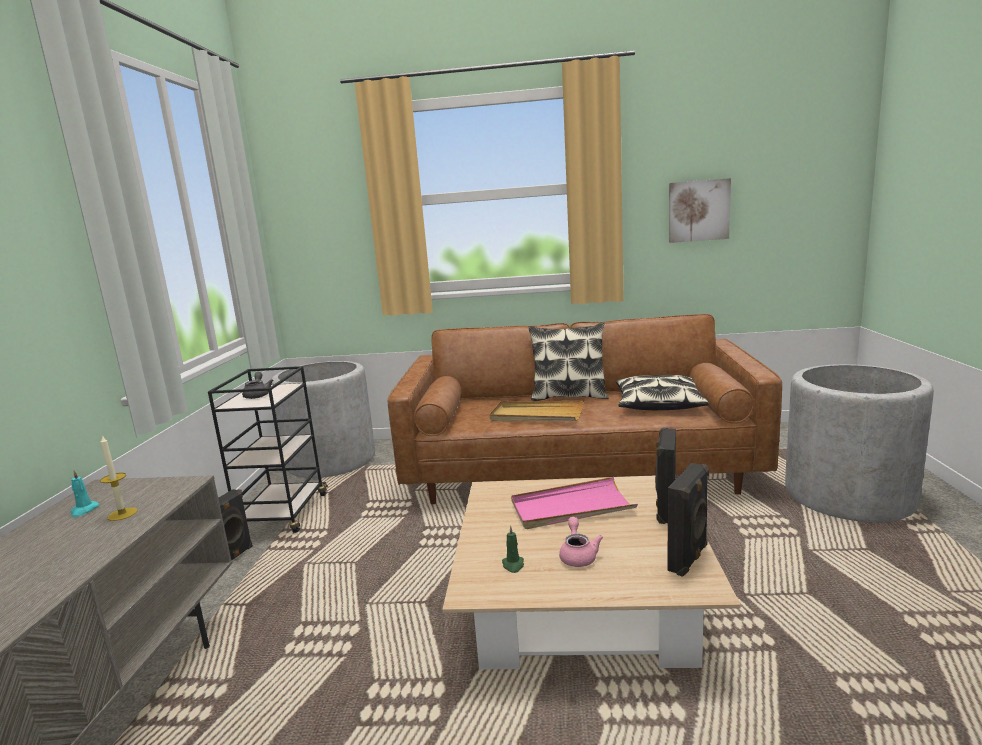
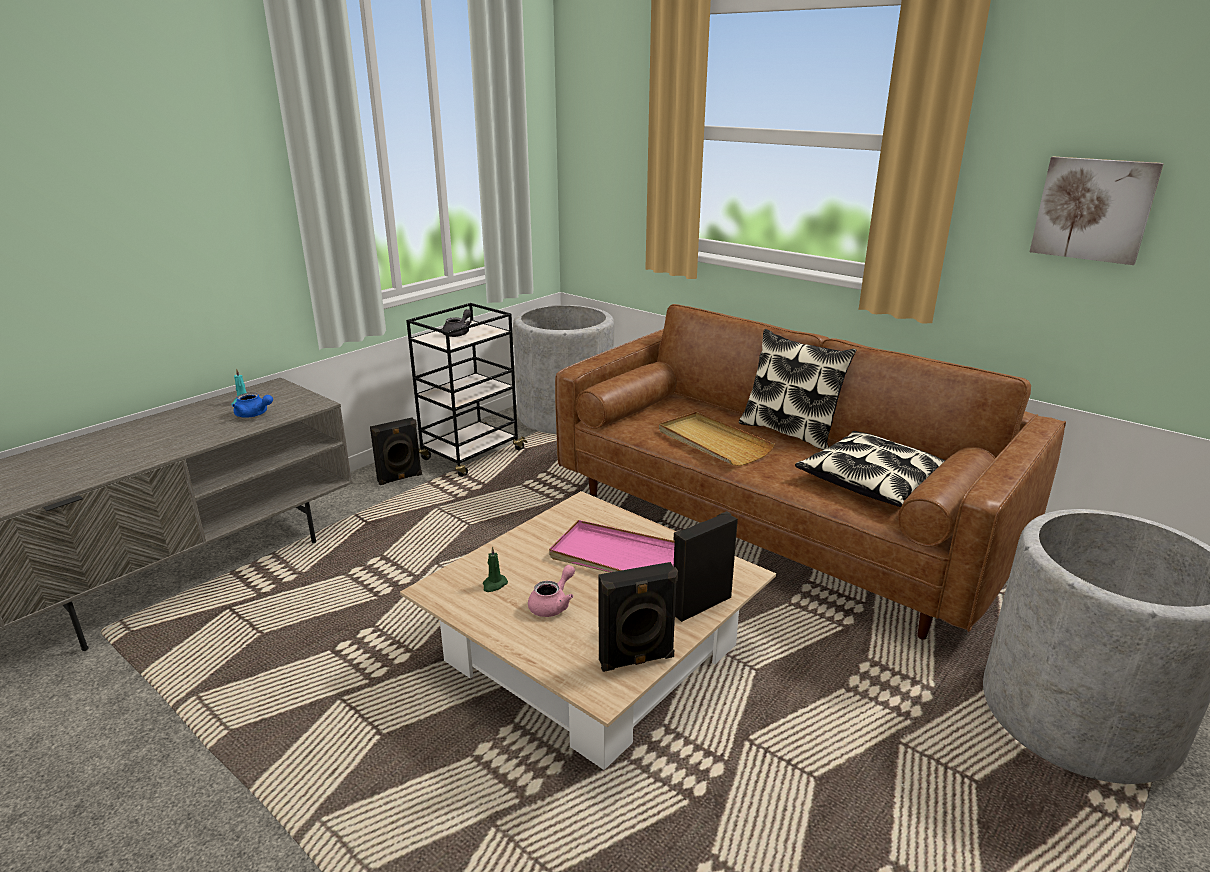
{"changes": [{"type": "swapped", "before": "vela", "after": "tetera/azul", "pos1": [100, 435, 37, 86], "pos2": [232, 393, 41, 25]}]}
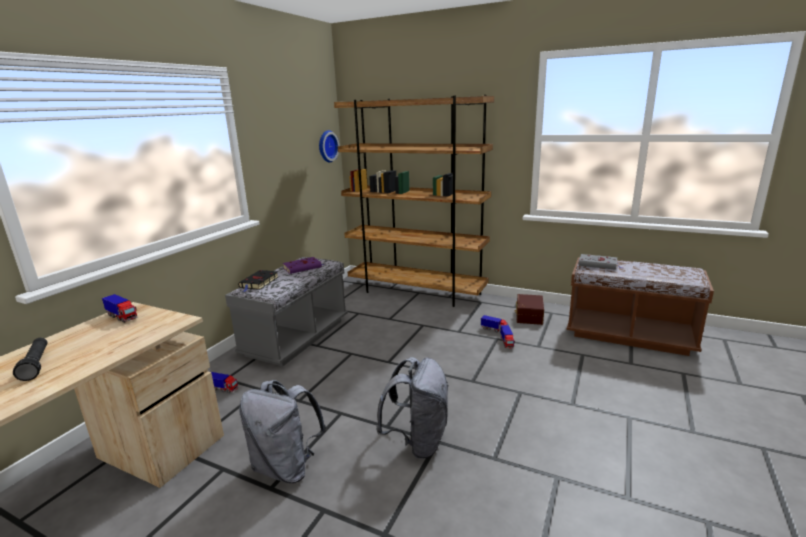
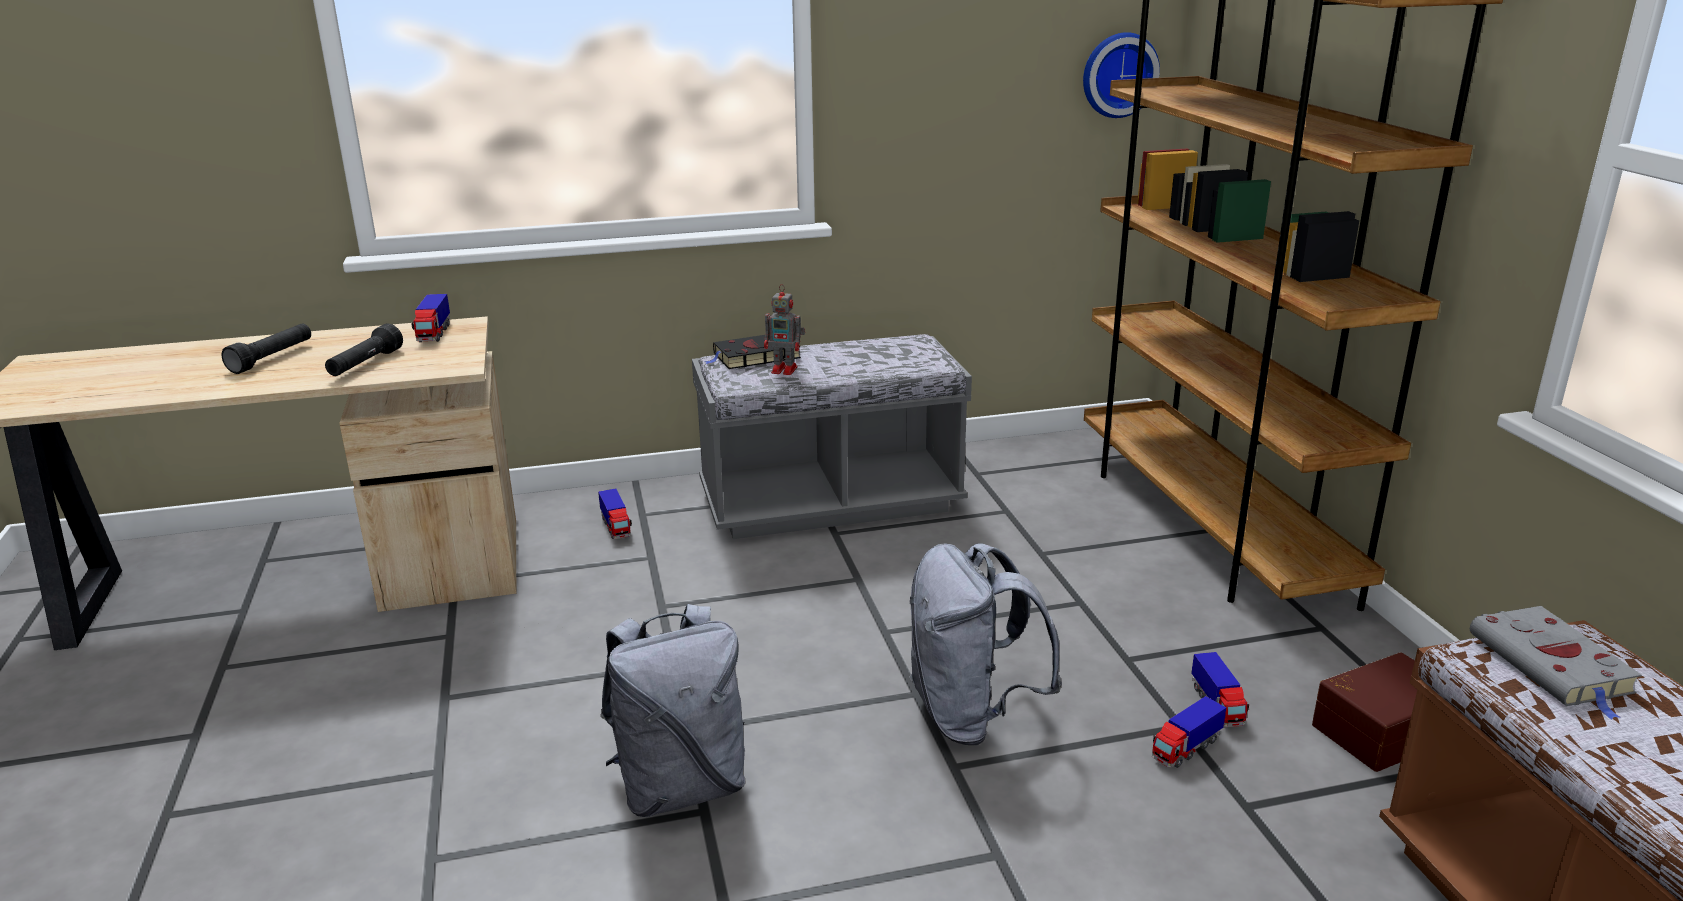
{"changes": [{"type": "gone", "before": "libro/morado", "pos1": [283, 257, 42, 17]}, {"type": "shifted", "before": "mochila/gris", "pos1": [239, 380, 88, 103], "pos2": [909, 543, 153, 202]}, {"type": "new", "after": "robot de juguete", "pos2": [764, 284, 41, 91]}, {"type": "new", "after": "linterna/negro", "pos2": [325, 324, 78, 52]}]}
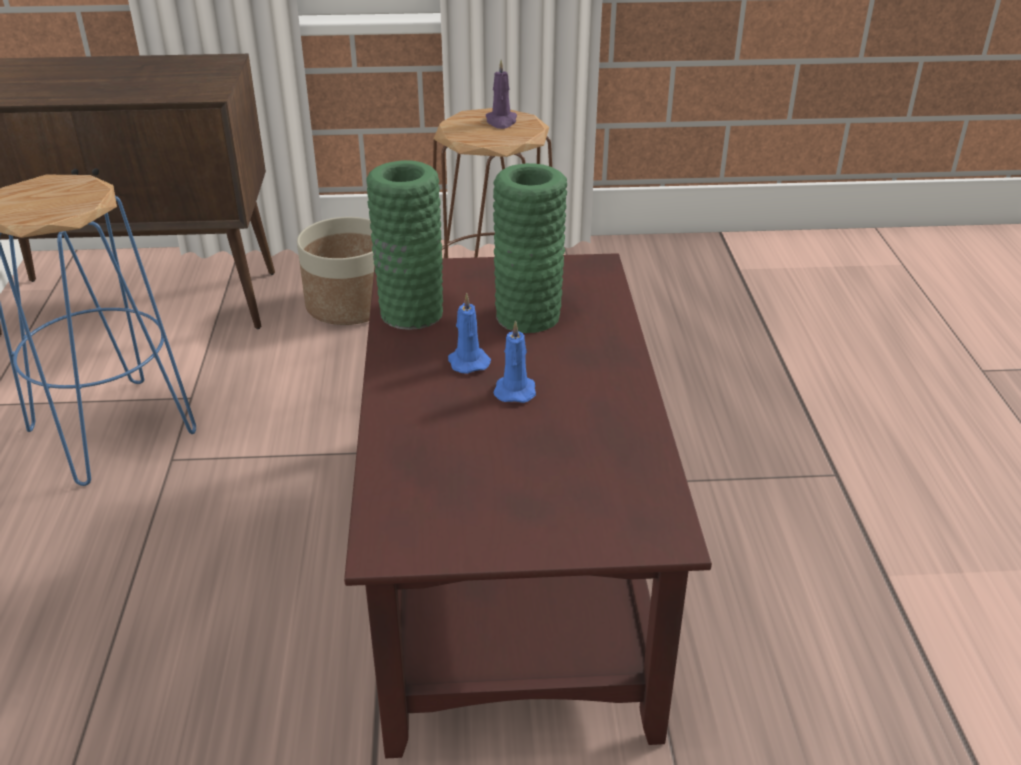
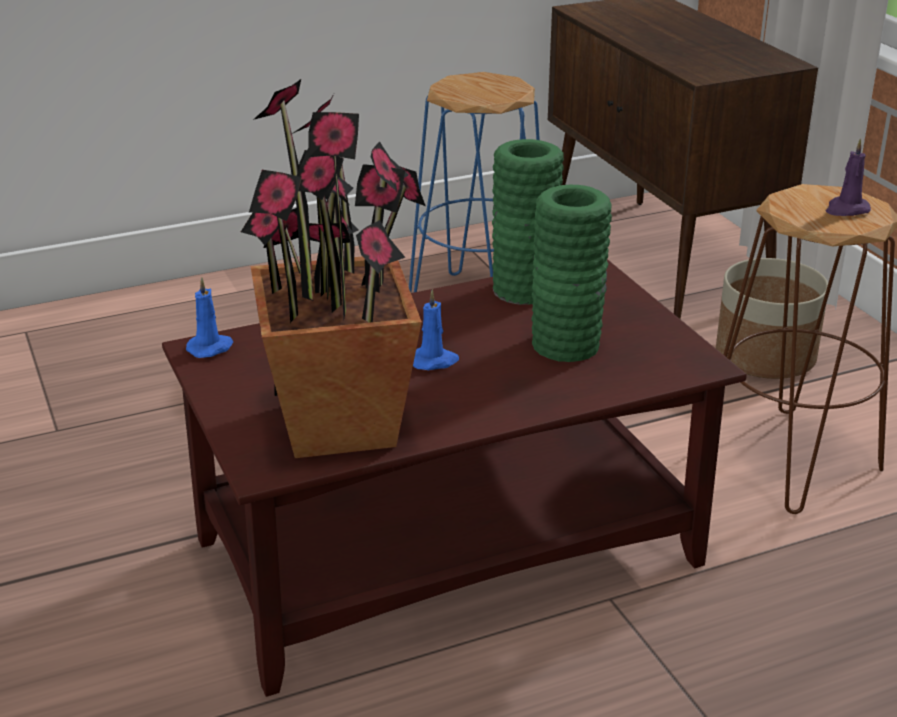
{"changes": [{"type": "shifted", "before": "vela/azul", "pos1": [448, 293, 43, 81], "pos2": [186, 277, 47, 81]}, {"type": "new", "after": "planta en maceta", "pos2": [241, 79, 184, 379]}]}
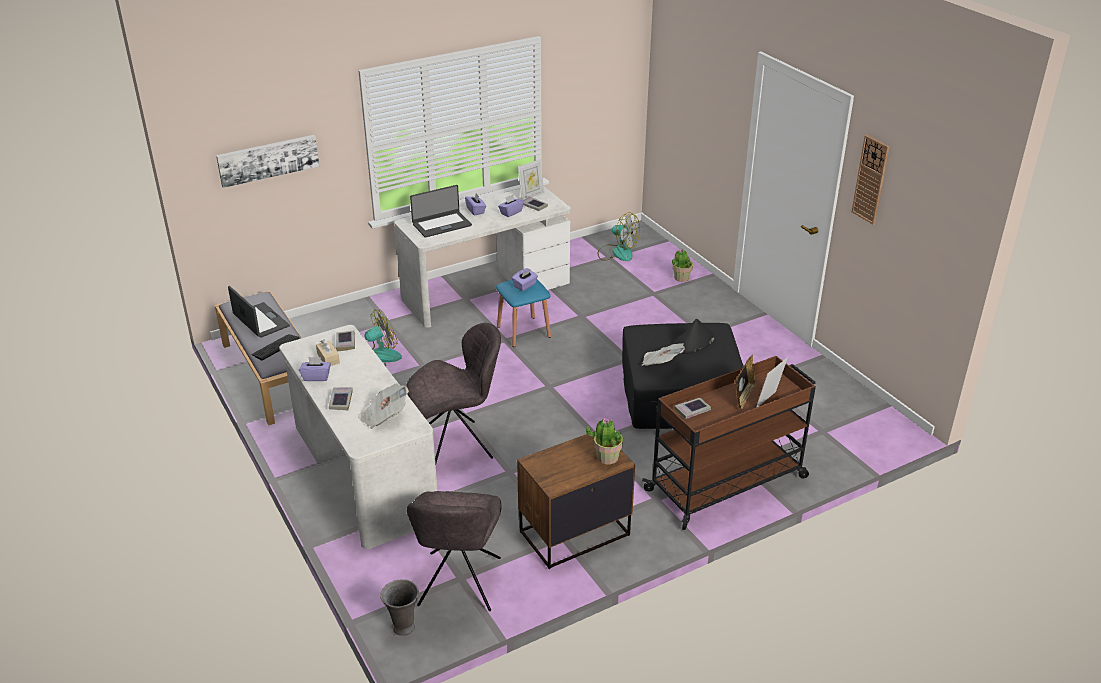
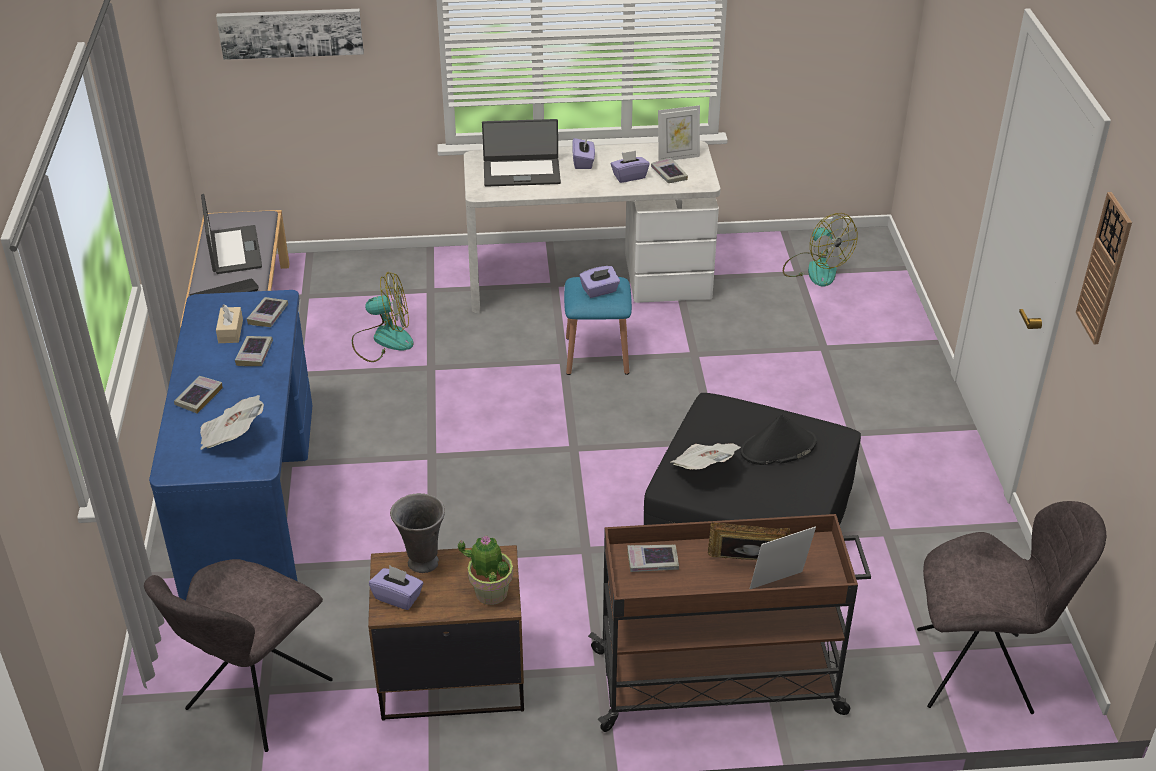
{"changes": [{"type": "gone", "before": "planta en maceta", "pos1": [672, 249, 21, 33]}, {"type": "shifted", "before": "silla/gris", "pos1": [406, 323, 95, 141], "pos2": [917, 501, 189, 213]}, {"type": "repainted", "before": "escritorio/blanco", "after": "escritorio/azul", "pos1": [279, 325, 159, 224], "pos2": [149, 290, 163, 310]}, {"type": "rotated", "before": "portarretratos", "pos1": [735, 355, 22, 55], "pos2": [708, 522, 83, 38], "turn": -135}, {"type": "shifted", "before": "caja de pañuelos/morado", "pos1": [299, 357, 32, 24], "pos2": [369, 565, 54, 45]}, {"type": "shifted", "before": "florero/gris", "pos1": [380, 579, 39, 57], "pos2": [390, 493, 55, 80]}, {"type": "new", "after": "libro", "pos2": [235, 336, 38, 30]}]}
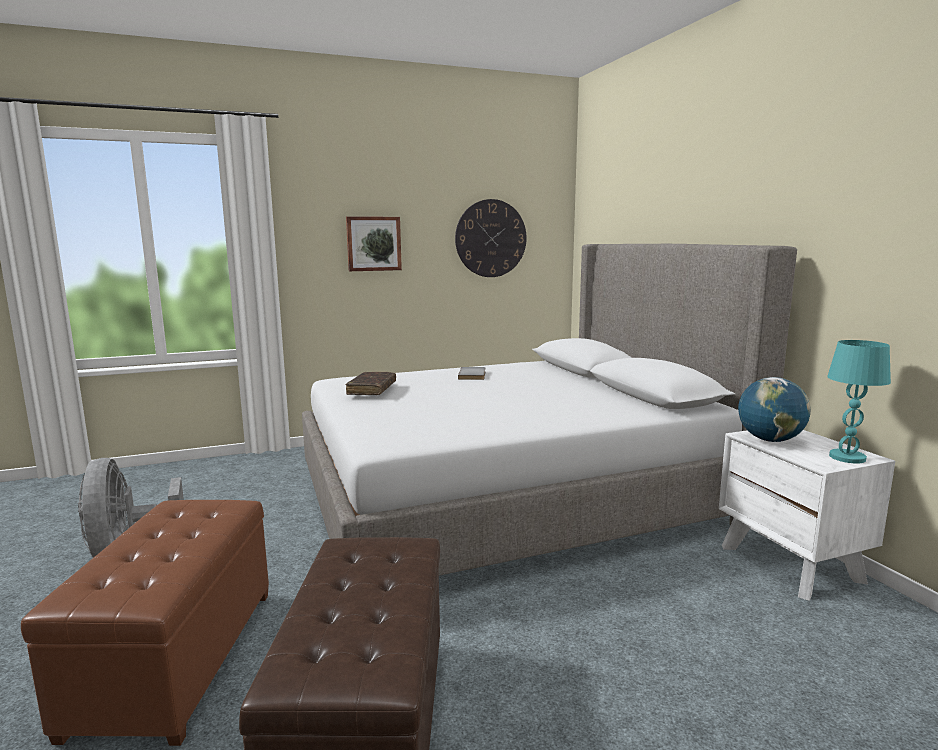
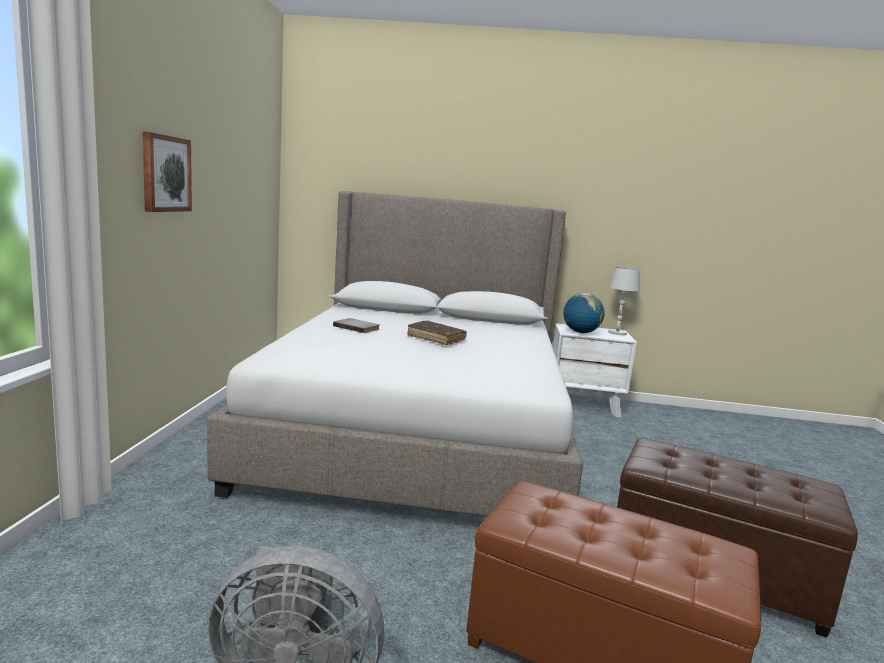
{"changes": [{"type": "gone", "before": "reloj de pared", "pos1": [455, 199, 72, 78]}, {"type": "repainted", "before": "lámpara de mesa/turquesa", "after": "lámpara de mesa/blanco", "pos1": [827, 340, 64, 124], "pos2": [609, 267, 31, 68]}, {"type": "shifted", "before": "libro/marrón", "pos1": [346, 372, 50, 23], "pos2": [407, 321, 60, 24]}]}
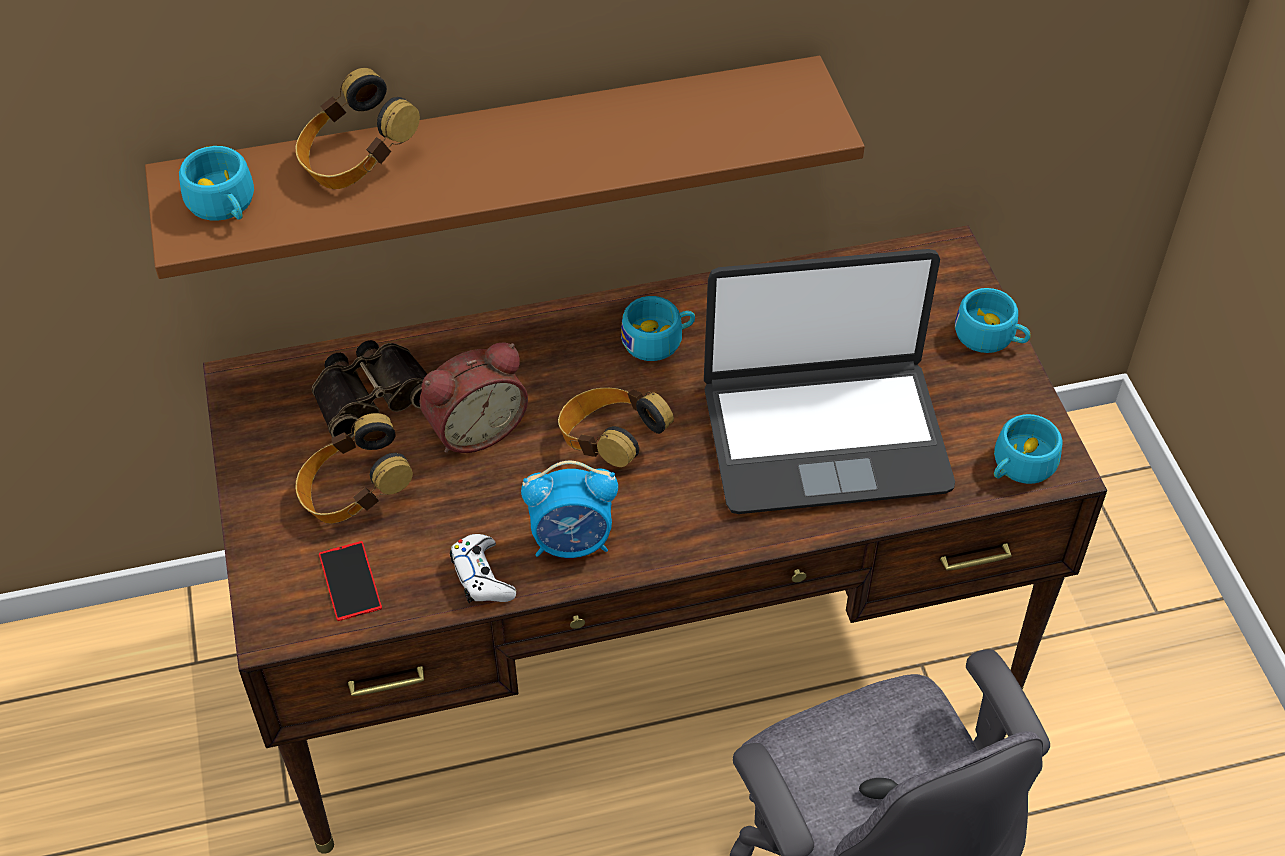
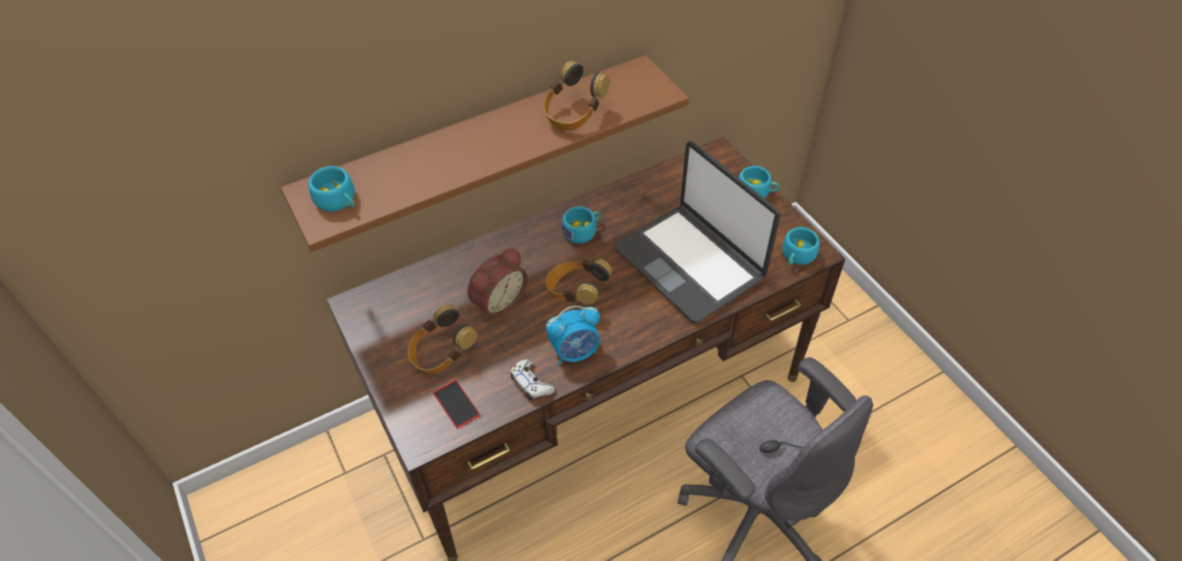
{"changes": [{"type": "shifted", "before": "auriculares", "pos1": [295, 68, 125, 121], "pos2": [543, 61, 67, 70]}, {"type": "rotated", "before": "portátil", "pos1": [704, 249, 251, 265], "pos2": [614, 141, 167, 182], "turn": 75}, {"type": "gone", "before": "prismáticos", "pos1": [311, 340, 116, 98]}]}
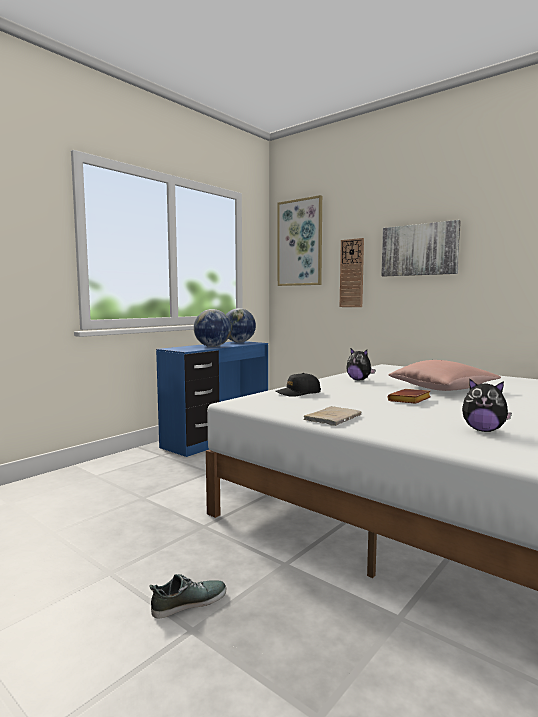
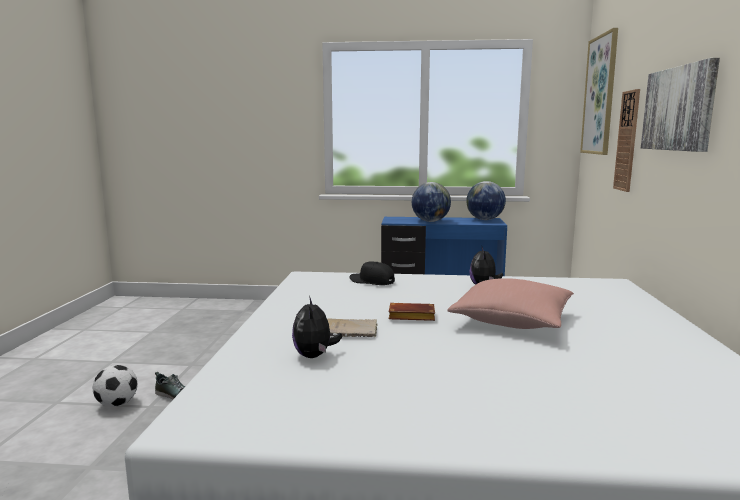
{"changes": [{"type": "shifted", "before": "libro/beis", "pos1": [303, 406, 58, 20], "pos2": [327, 318, 51, 19]}, {"type": "new", "after": "balón de fútbol", "pos2": [93, 365, 45, 42]}]}
